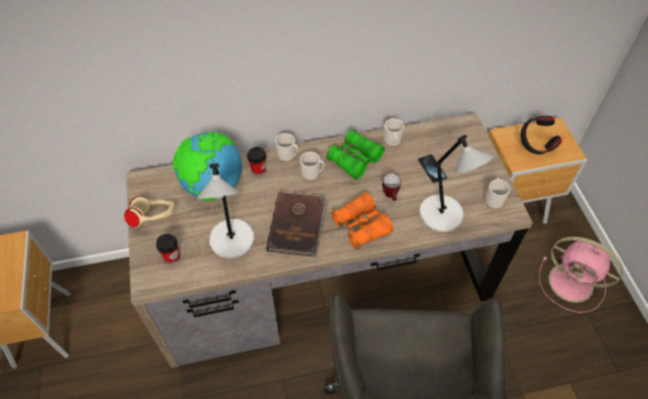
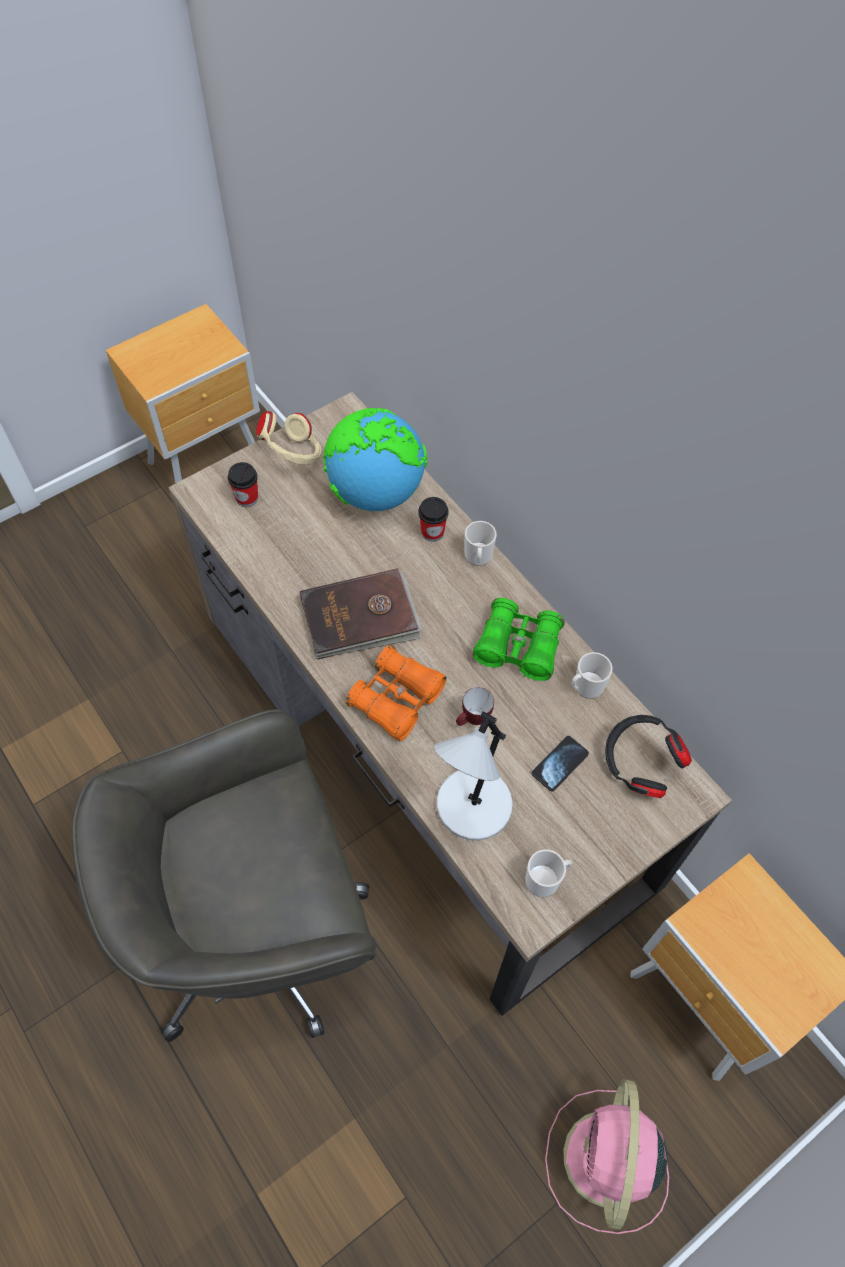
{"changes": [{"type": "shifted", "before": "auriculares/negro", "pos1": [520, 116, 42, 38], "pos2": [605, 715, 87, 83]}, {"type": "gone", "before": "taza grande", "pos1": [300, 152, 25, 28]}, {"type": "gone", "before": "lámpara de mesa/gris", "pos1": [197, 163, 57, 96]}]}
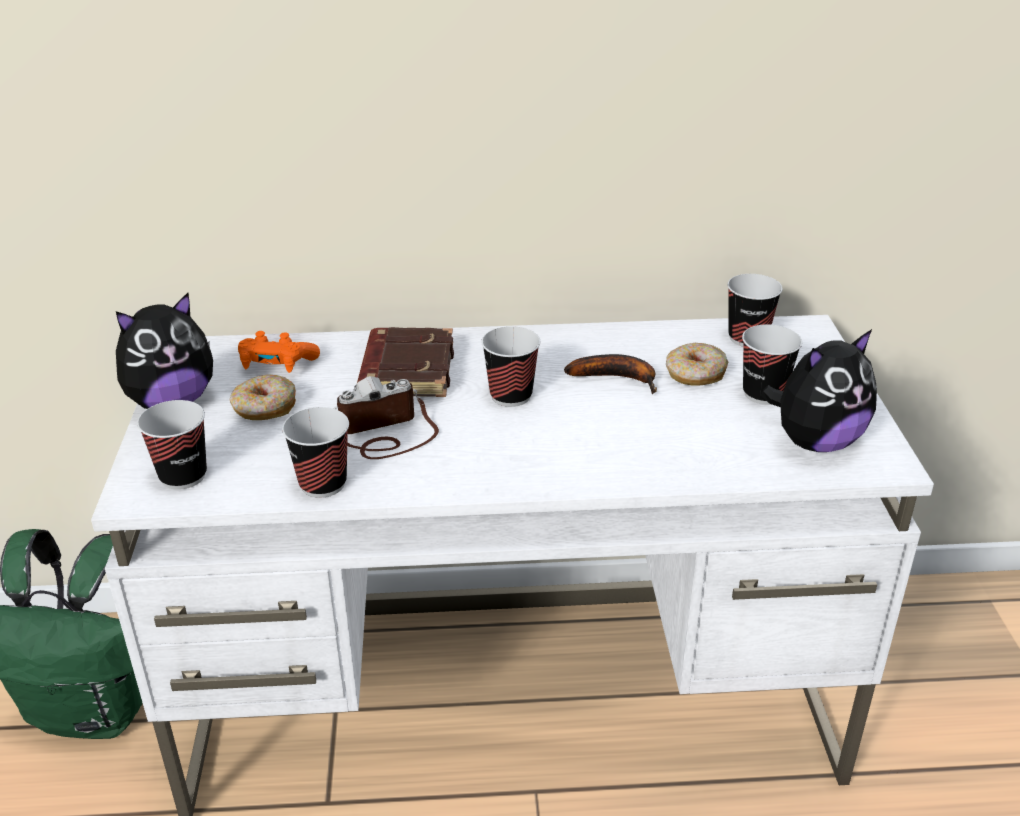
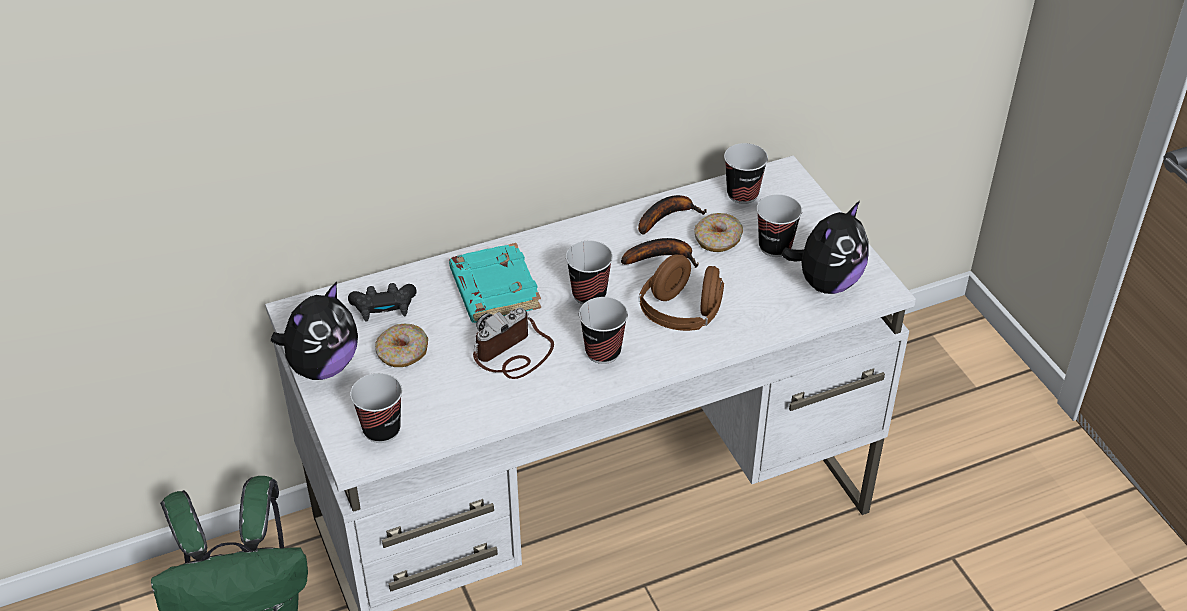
{"changes": [{"type": "repainted", "before": "libro/marrón", "after": "libro/turquesa", "pos1": [357, 327, 97, 70], "pos2": [449, 243, 92, 80]}, {"type": "repainted", "before": "mando de consola/naranja", "after": "mando de consola/negro", "pos1": [238, 331, 82, 42], "pos2": [348, 283, 68, 39]}, {"type": "shifted", "before": "taza", "pos1": [282, 407, 67, 91], "pos2": [579, 297, 49, 67]}, {"type": "new", "after": "plátano", "pos2": [638, 195, 69, 40]}, {"type": "new", "after": "auriculares/marrón", "pos2": [639, 255, 85, 76]}]}
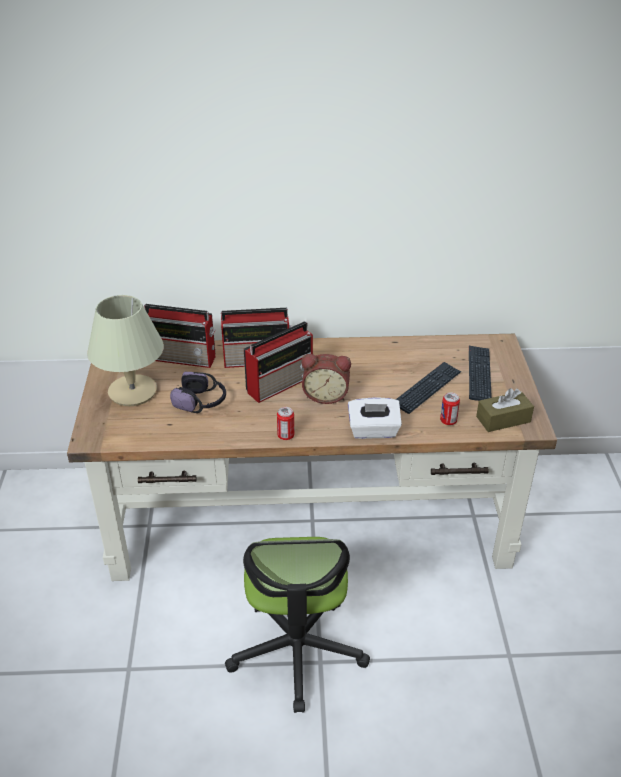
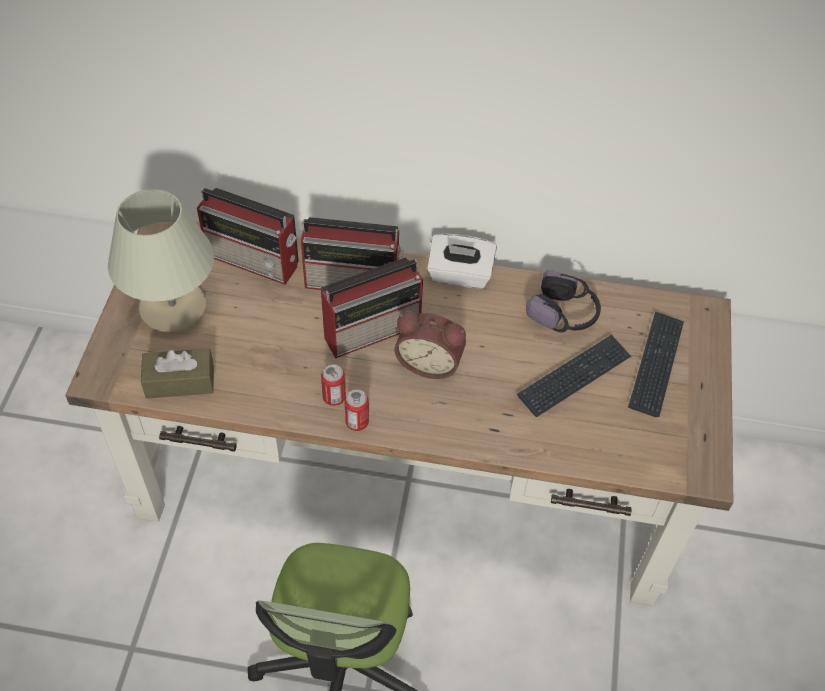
{"changes": [{"type": "shifted", "before": "auriculares", "pos1": [170, 372, 56, 41], "pos2": [526, 270, 75, 62]}, {"type": "shifted", "before": "caja de pañuelos/marrón", "pos1": [476, 388, 58, 44], "pos2": [141, 348, 73, 51]}, {"type": "shifted", "before": "lata", "pos1": [440, 392, 20, 33], "pos2": [321, 364, 25, 42]}, {"type": "shifted", "before": "caja de pañuelos/blanco", "pos1": [348, 397, 54, 42], "pos2": [427, 234, 70, 55]}]}
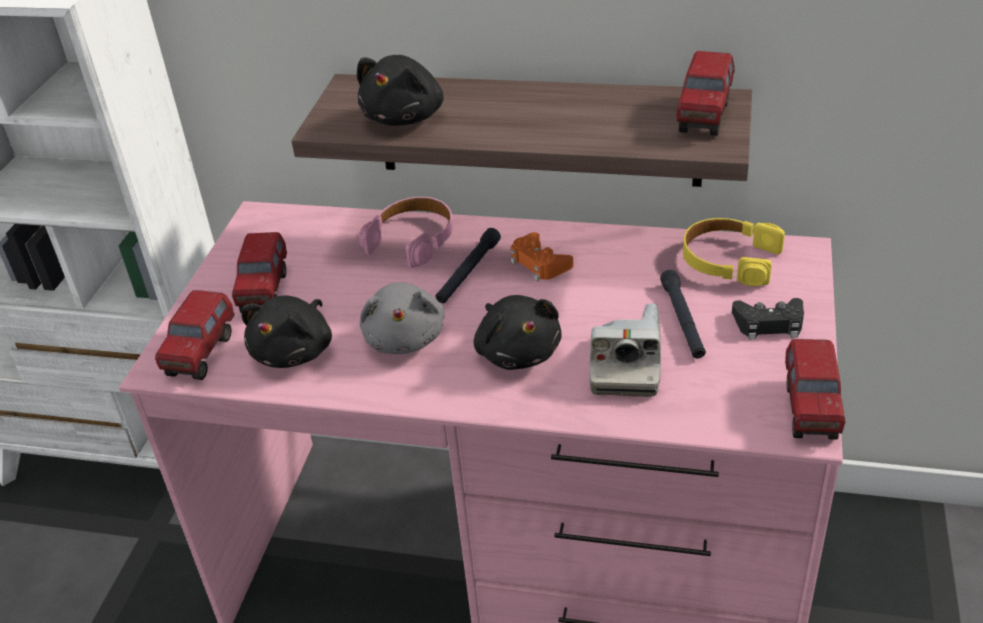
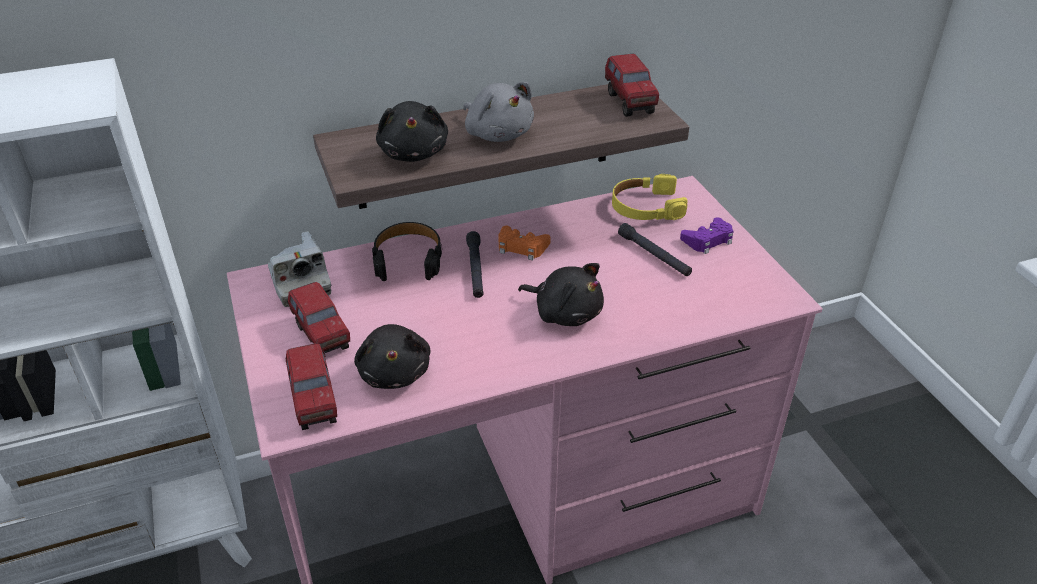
{"changes": [{"type": "repainted", "before": "auriculares/rosa", "after": "auriculares/negro", "pos1": [359, 197, 94, 71], "pos2": [372, 222, 70, 59]}, {"type": "shifted", "before": "peluche/gris", "pos1": [360, 282, 85, 72], "pos2": [463, 82, 71, 60]}, {"type": "repainted", "before": "mando de consola/negro", "after": "mando de consola/morado", "pos1": [732, 298, 72, 42], "pos2": [680, 217, 53, 37]}, {"type": "shifted", "before": "cámara", "pos1": [589, 304, 72, 93], "pos2": [268, 231, 63, 76]}, {"type": "gone", "before": "camión de juguete", "pos1": [785, 339, 60, 101]}]}
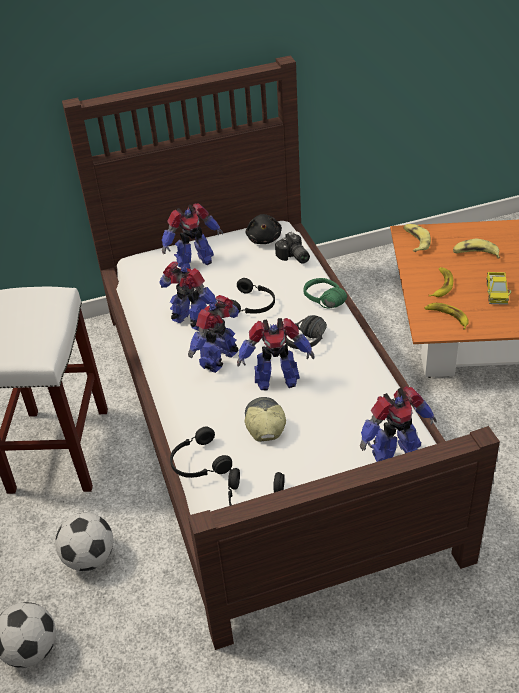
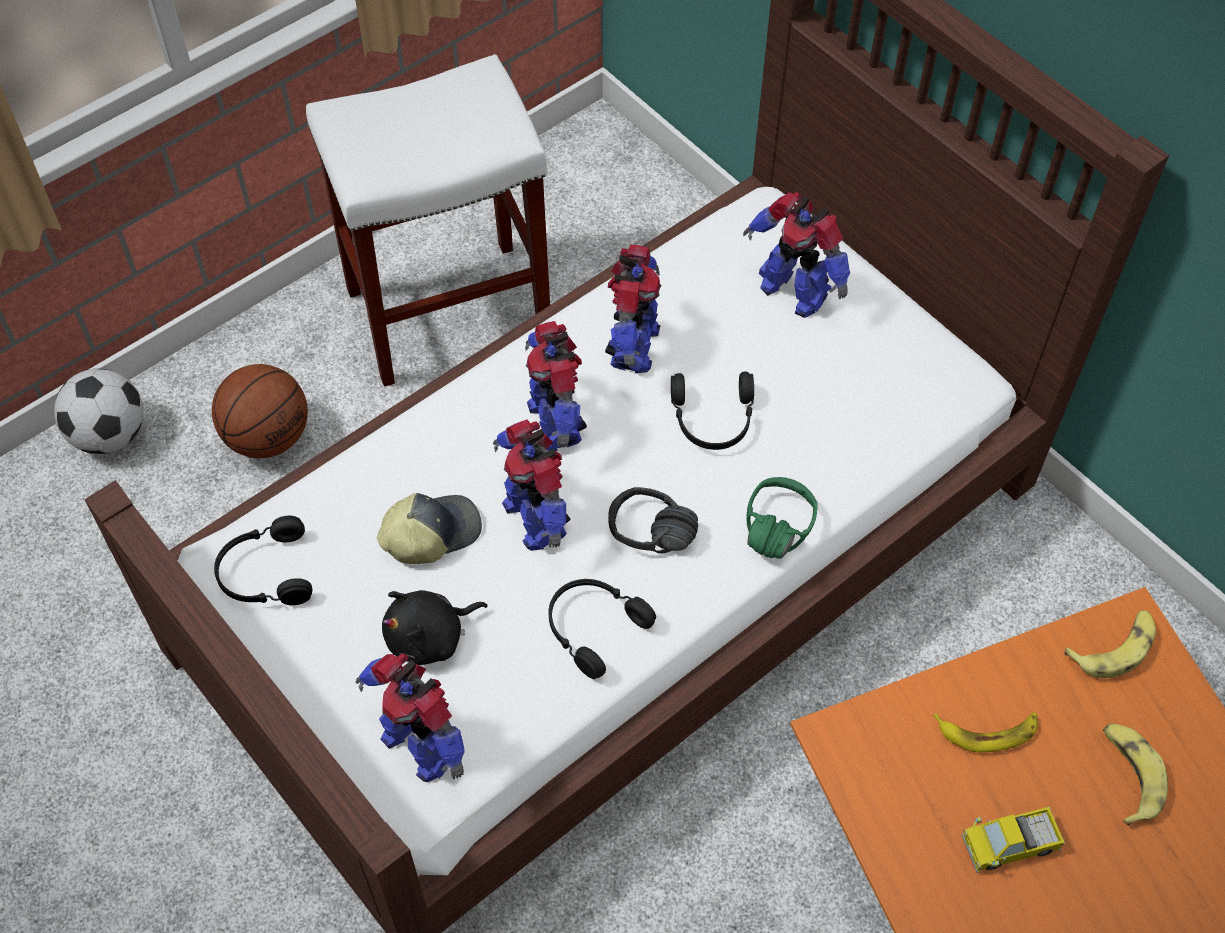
{"changes": [{"type": "shifted", "before": "peluche/negro", "pos1": [246, 214, 36, 30], "pos2": [382, 590, 106, 75]}, {"type": "gone", "before": "cámara", "pos1": [275, 232, 35, 32]}, {"type": "rotated", "before": "robot de juguete", "pos1": [188, 295, 51, 78], "pos2": [525, 321, 62, 130], "turn": -120}, {"type": "gone", "before": "plátano", "pos1": [424, 303, 45, 27]}, {"type": "shifted", "before": "auriculares/negro", "pos1": [170, 426, 62, 52], "pos2": [549, 579, 107, 100]}, {"type": "swapped", "before": "balón de fútbol", "after": "balón de baloncesto", "pos1": [55, 513, 58, 58], "pos2": [212, 364, 96, 94]}]}
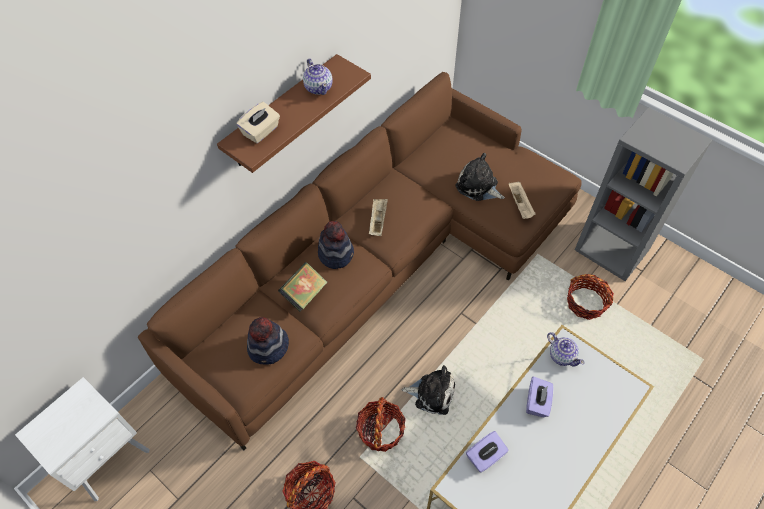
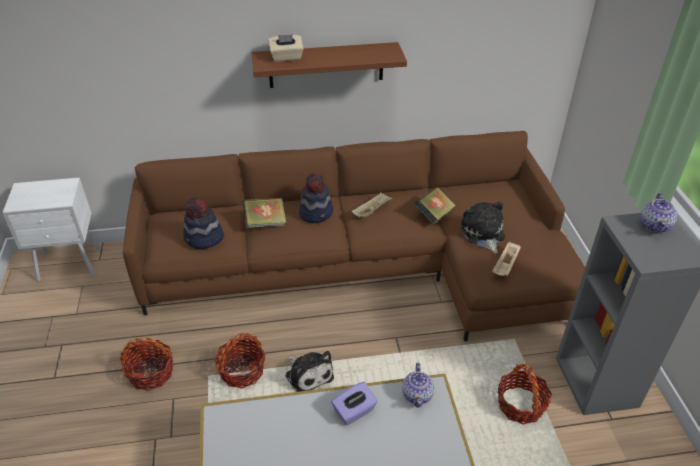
{"changes": [{"type": "shifted", "before": "tetera", "pos1": [303, 59, 30, 36], "pos2": [640, 193, 37, 40]}, {"type": "gone", "before": "caja de pañuelos/morado", "pos1": [466, 431, 43, 41]}, {"type": "new", "after": "libro", "pos2": [414, 187, 42, 37]}]}
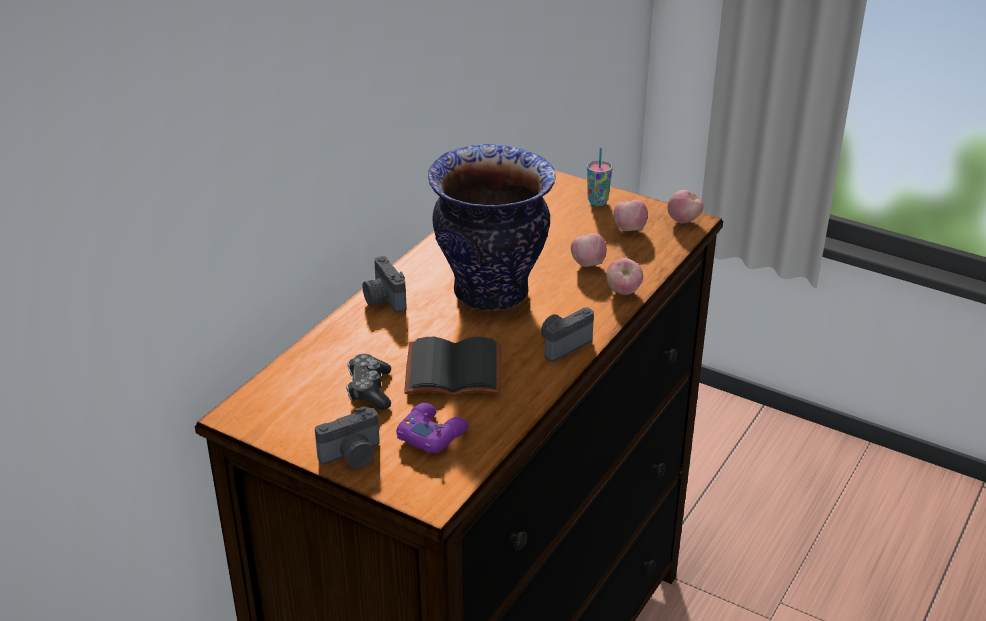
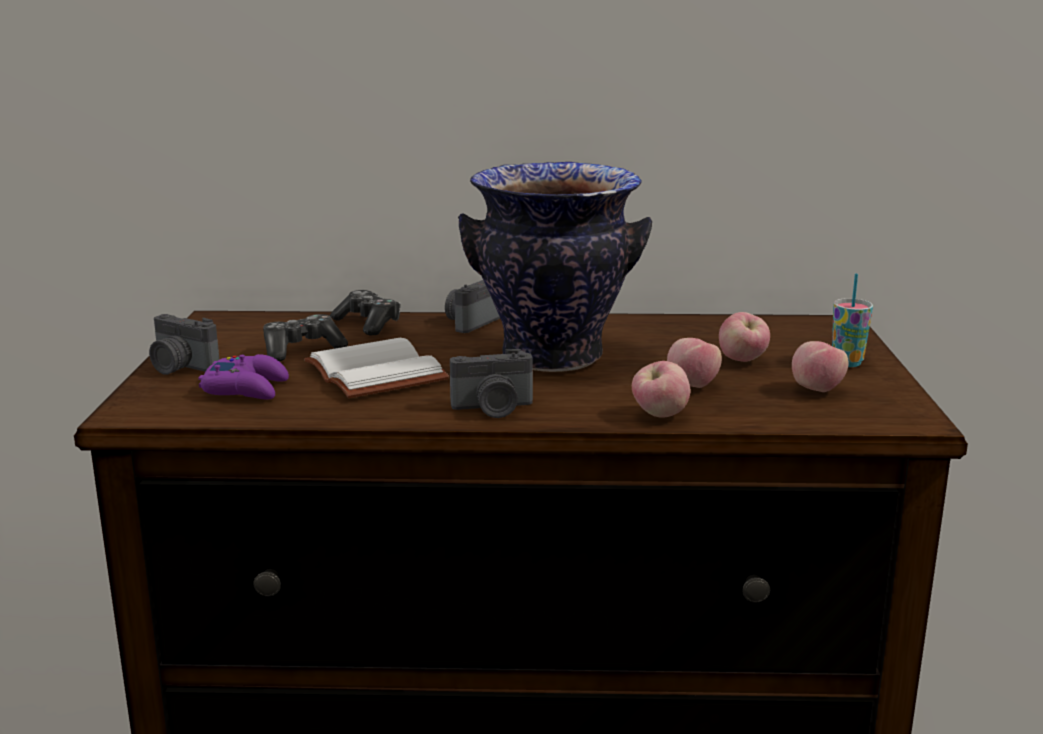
{"changes": [{"type": "shifted", "before": "manzana", "pos1": [667, 190, 36, 33], "pos2": [719, 312, 51, 50]}, {"type": "rotated", "before": "cámara", "pos1": [541, 307, 53, 55], "pos2": [450, 349, 83, 69], "turn": 150}, {"type": "repainted", "before": "libro/negro", "after": "libro/blanco", "pos1": [404, 337, 98, 59], "pos2": [304, 338, 145, 60]}, {"type": "new", "after": "mando de consola", "pos2": [330, 290, 71, 45]}]}
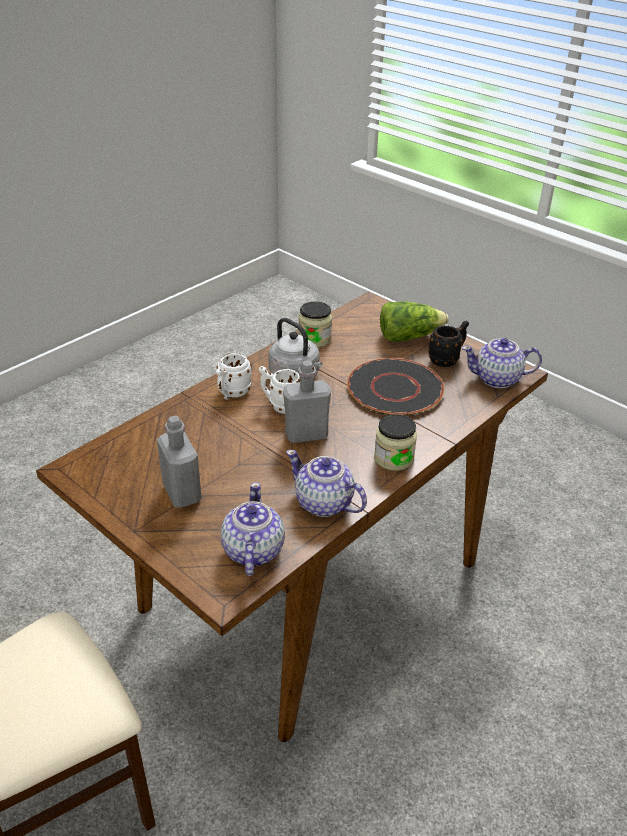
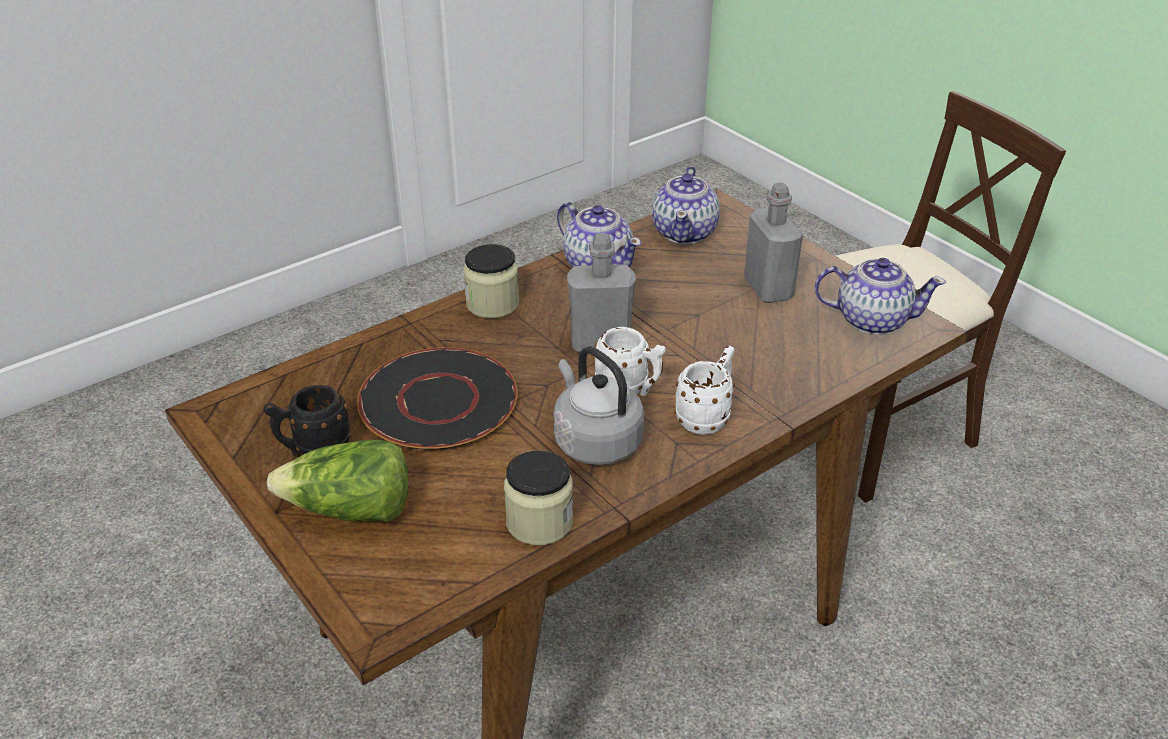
{"changes": [{"type": "shifted", "before": "tetera", "pos1": [462, 338, 80, 50], "pos2": [815, 258, 131, 77]}]}
